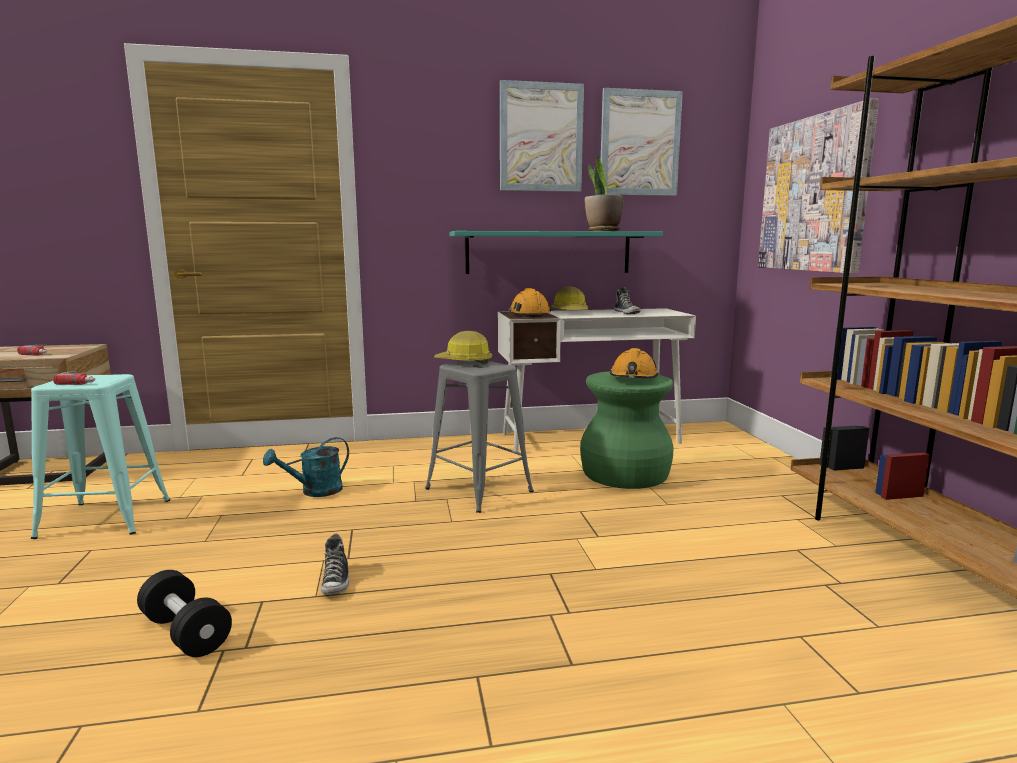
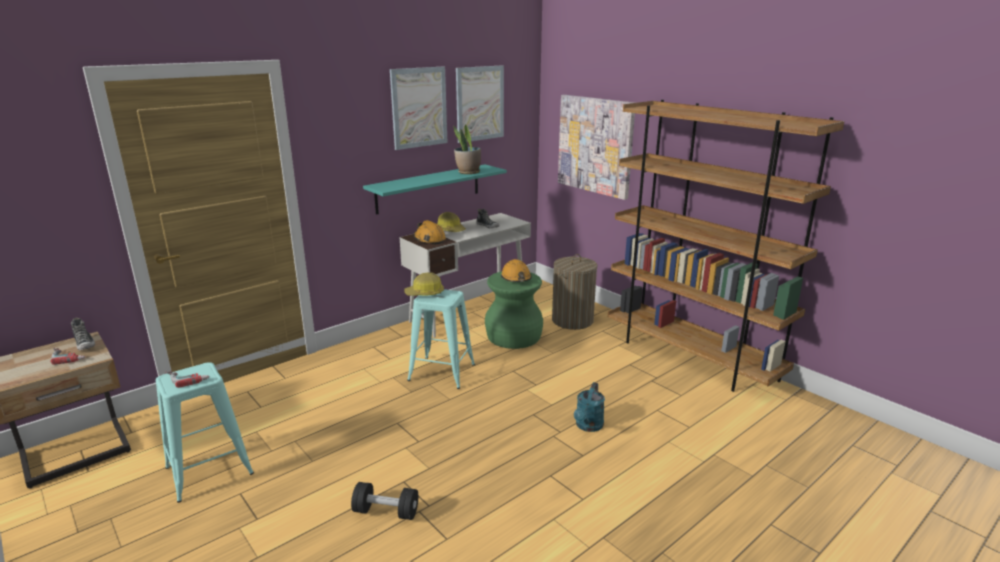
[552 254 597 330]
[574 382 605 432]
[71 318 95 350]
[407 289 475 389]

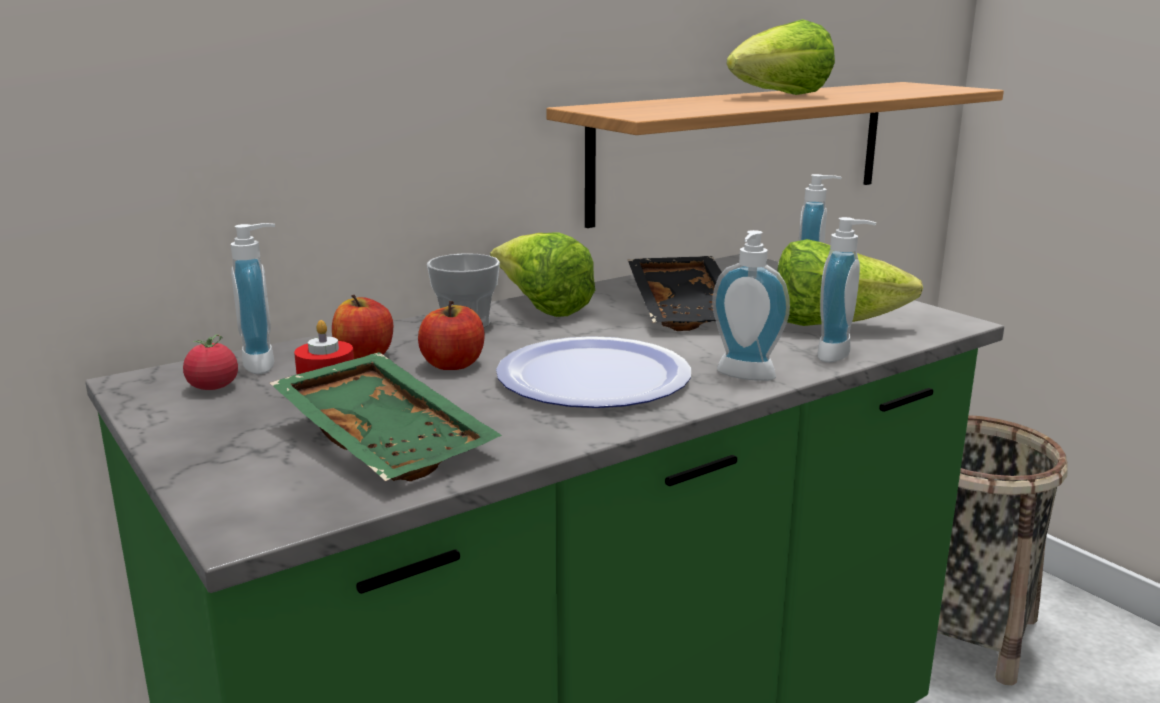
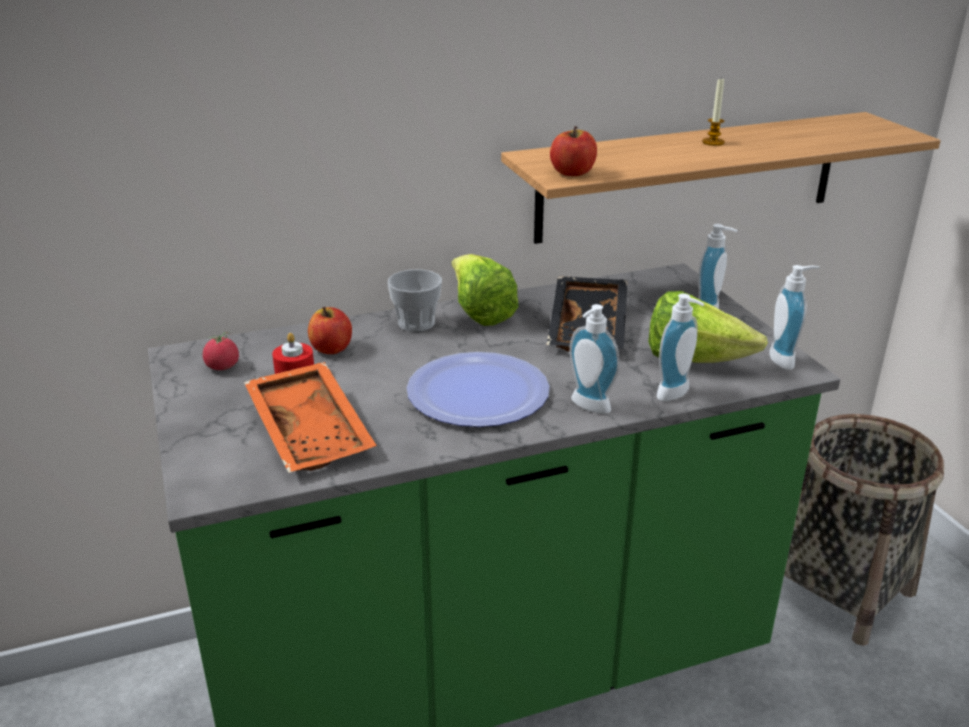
[770 265 820 370]
[550 126 597 176]
[702 79 725 146]
[244 362 377 473]

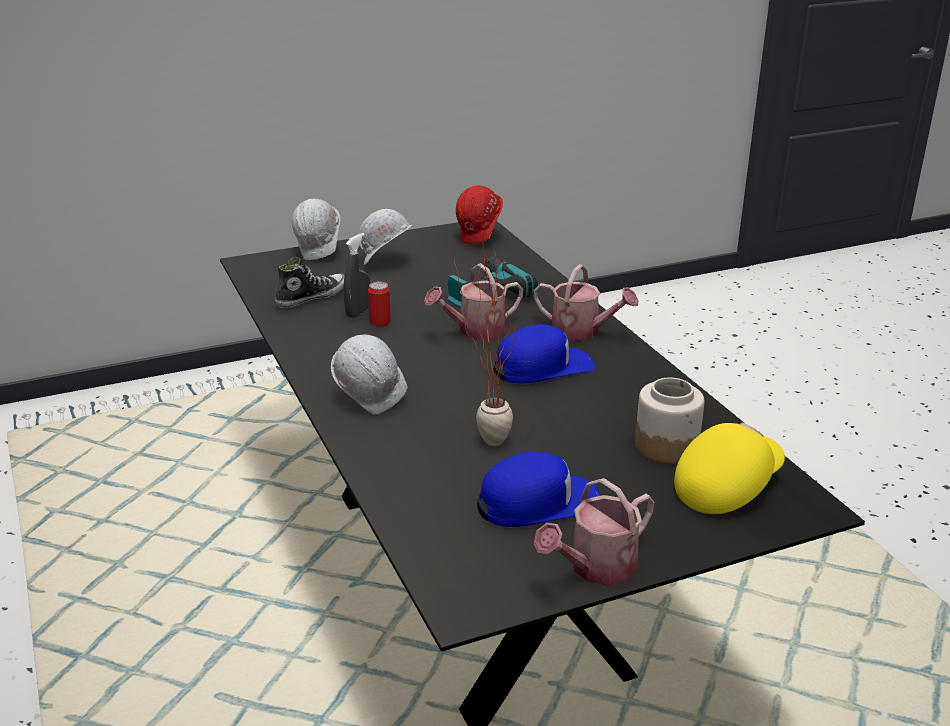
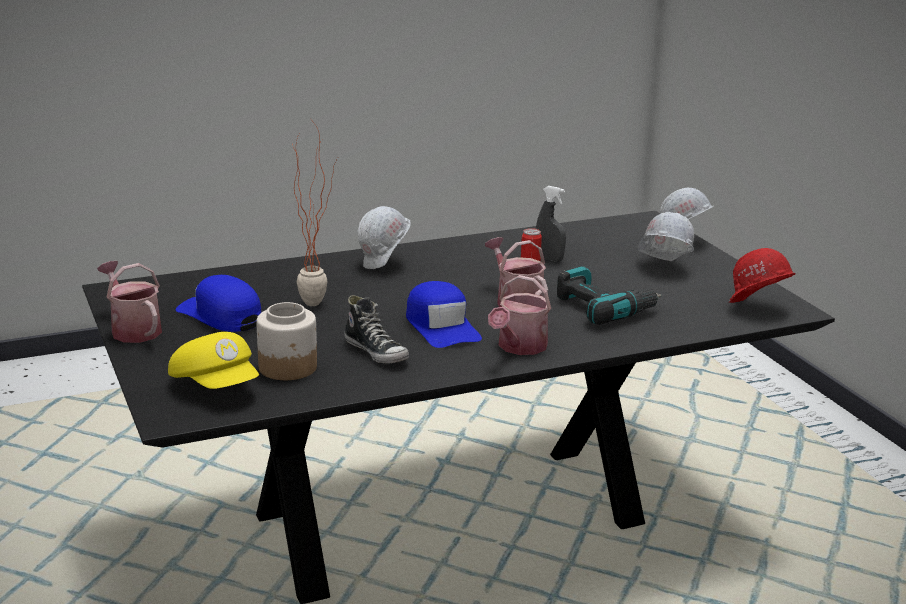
[345 295 409 363]
[175 275 261 332]

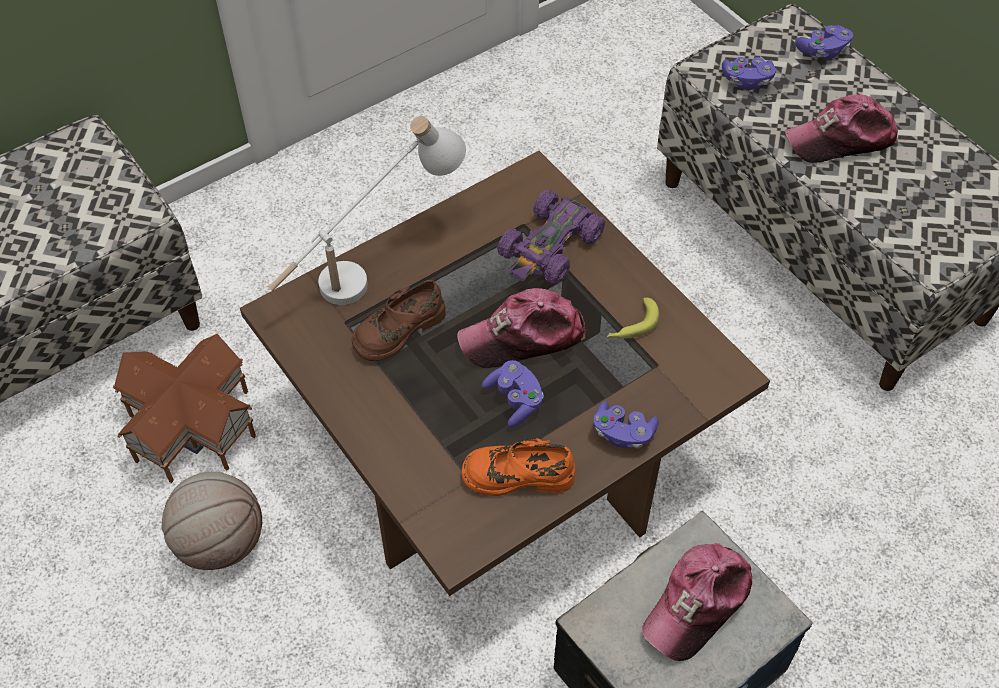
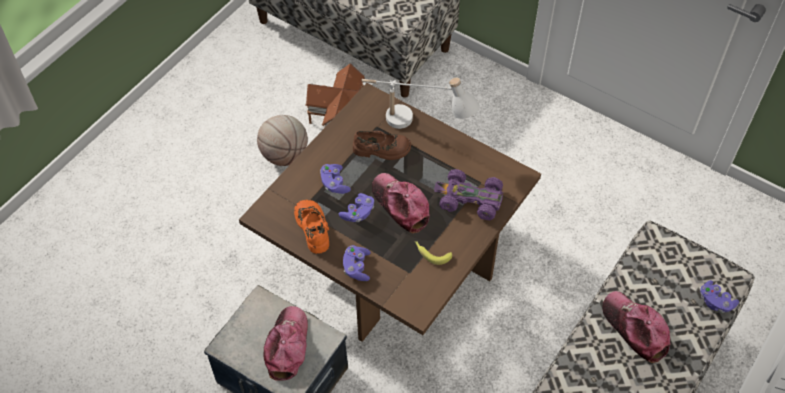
[320 164 351 194]
[353 131 411 160]
[263 306 308 381]

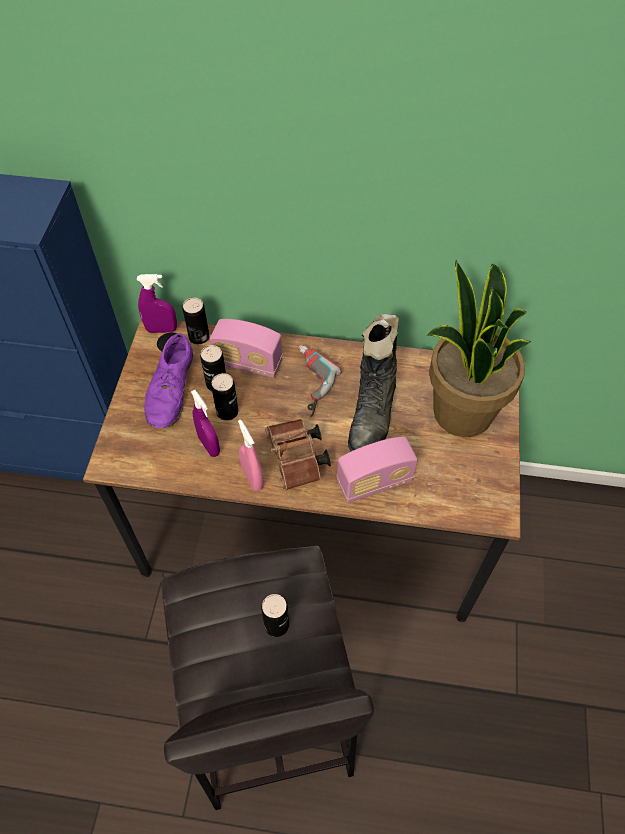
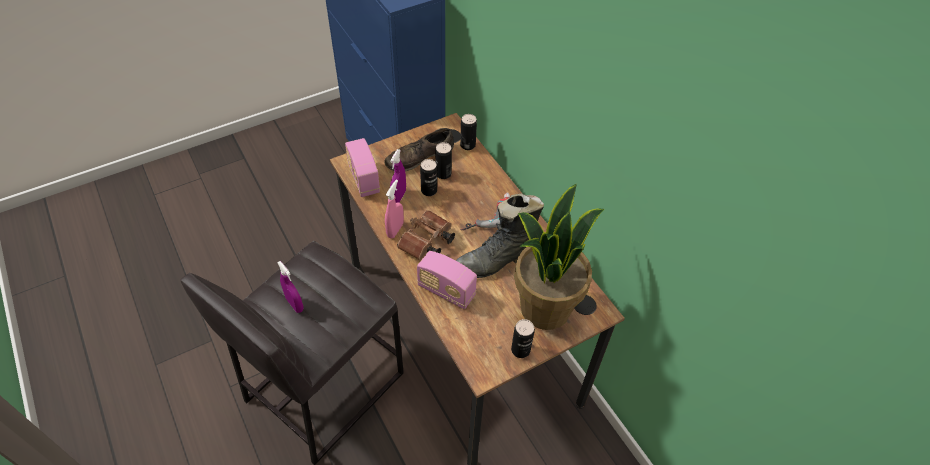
[277 261 304 313]
[345 138 380 197]
[511 319 535 358]
[384 128 454 172]

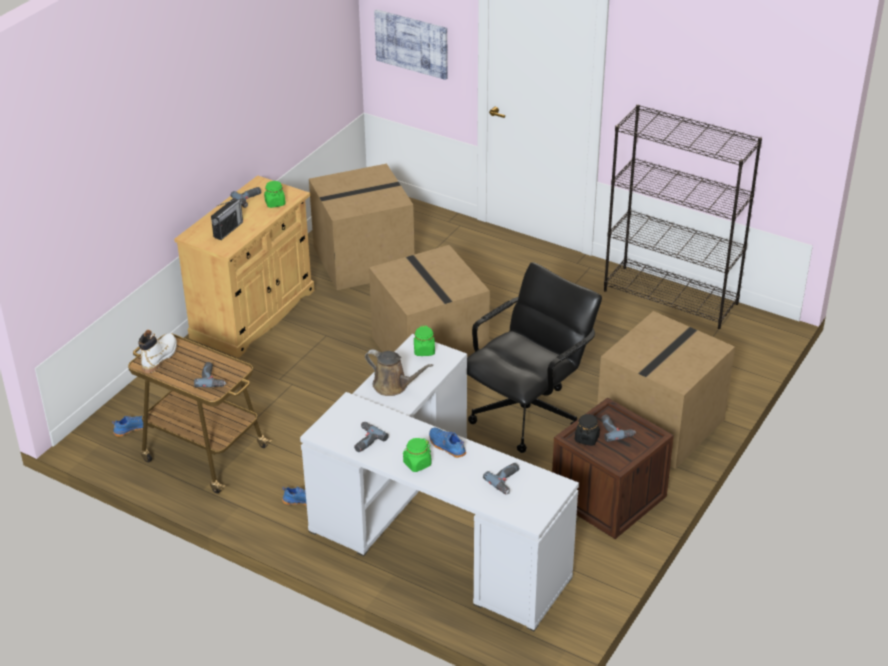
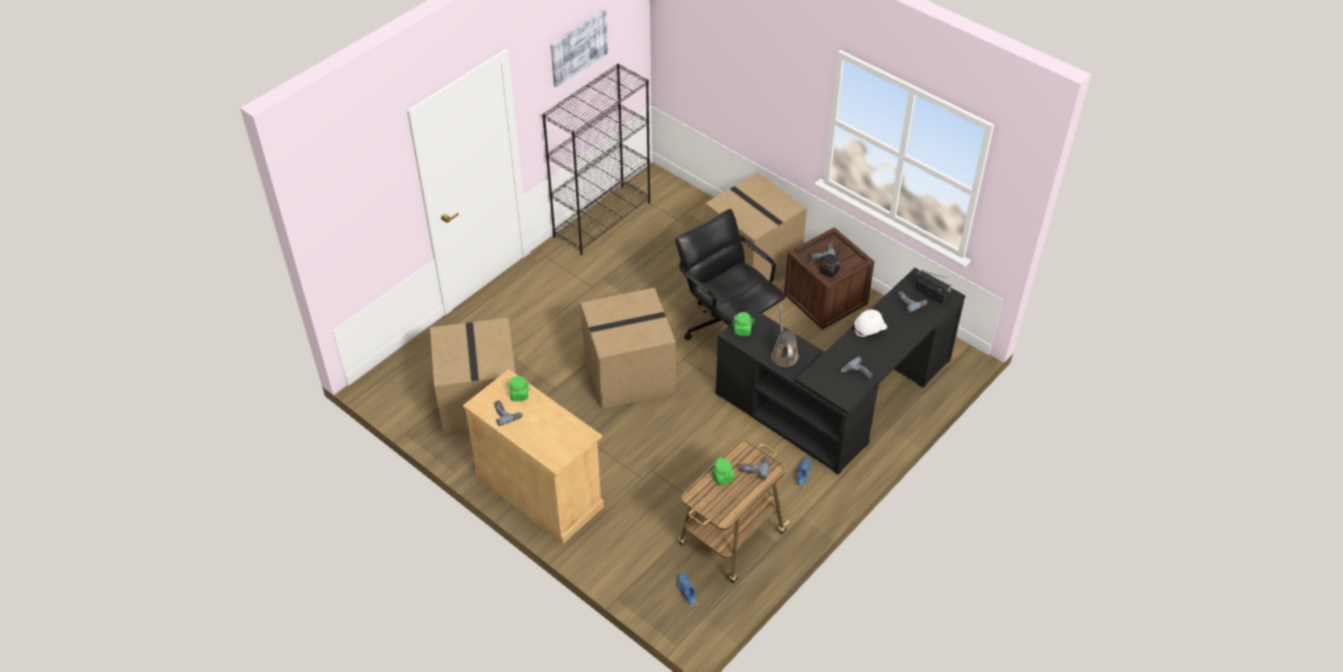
[139 330 177 373] (first image)
[916 269 952 304]
[551 10 608 87]
[712 457 734 485]
[854 309 887 337]
[716 268 965 475]
[771 304 799 367]

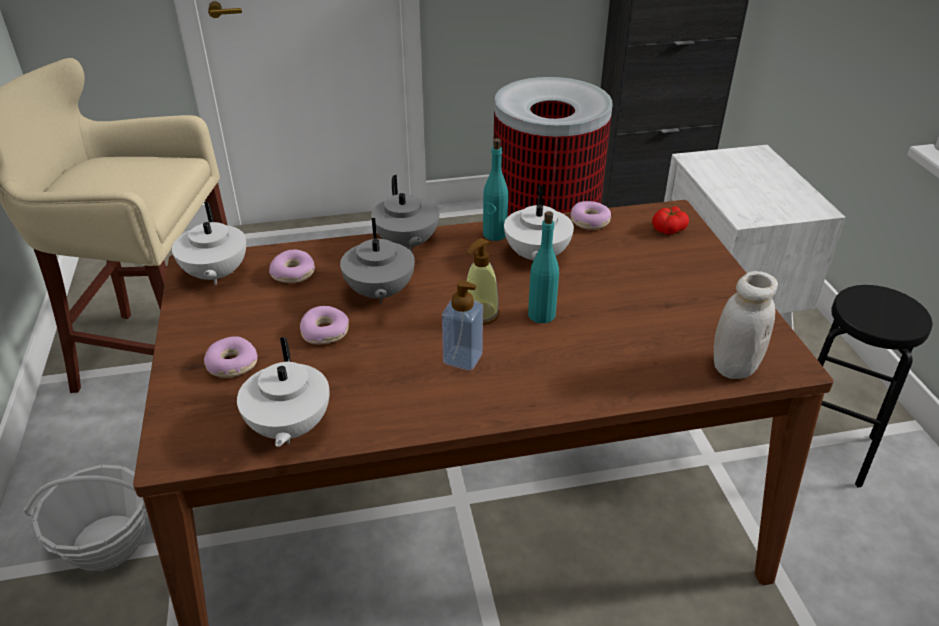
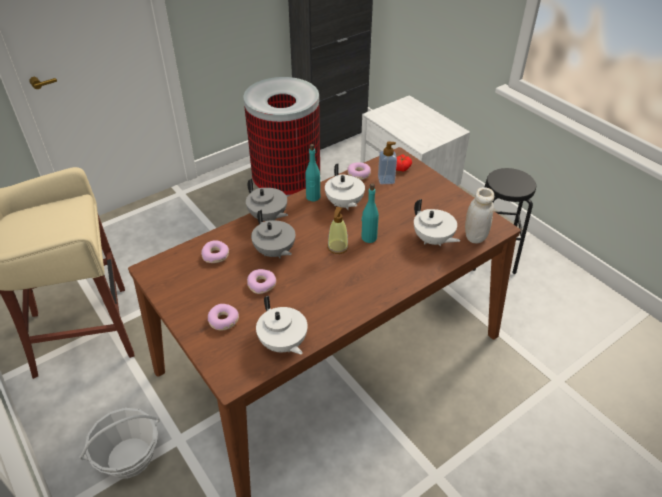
[414 199 460 246]
[378 142 397 184]

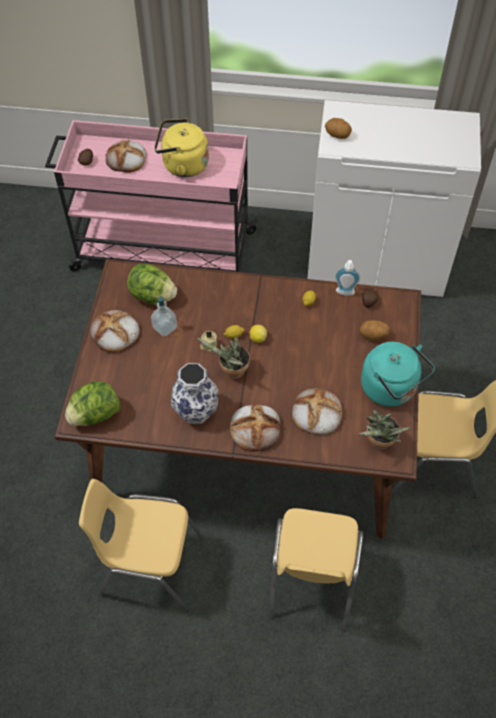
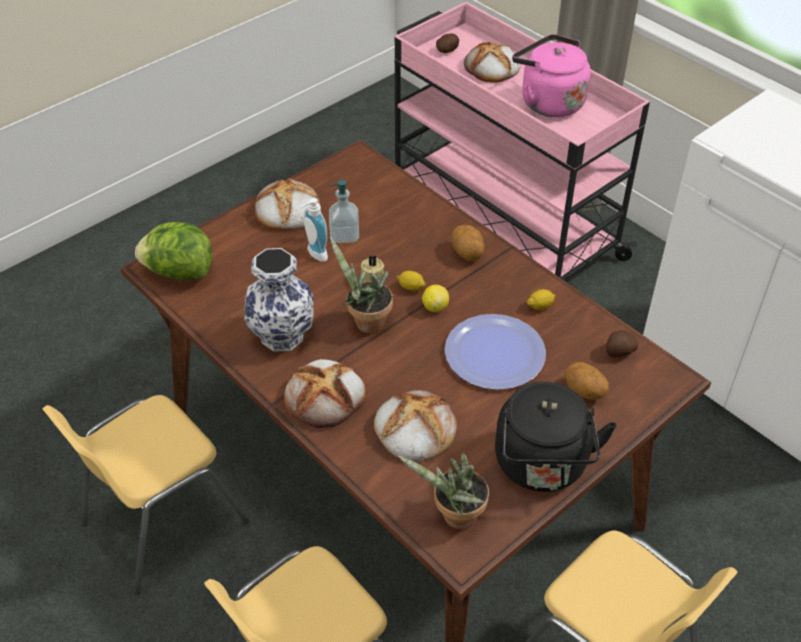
[127 264 177 304] (first image)
[445 314 546 390]
[452 225 484 261]
[301 198 328 262]
[512 34 591 117]
[495 382 617 492]
[42 395 249 595]

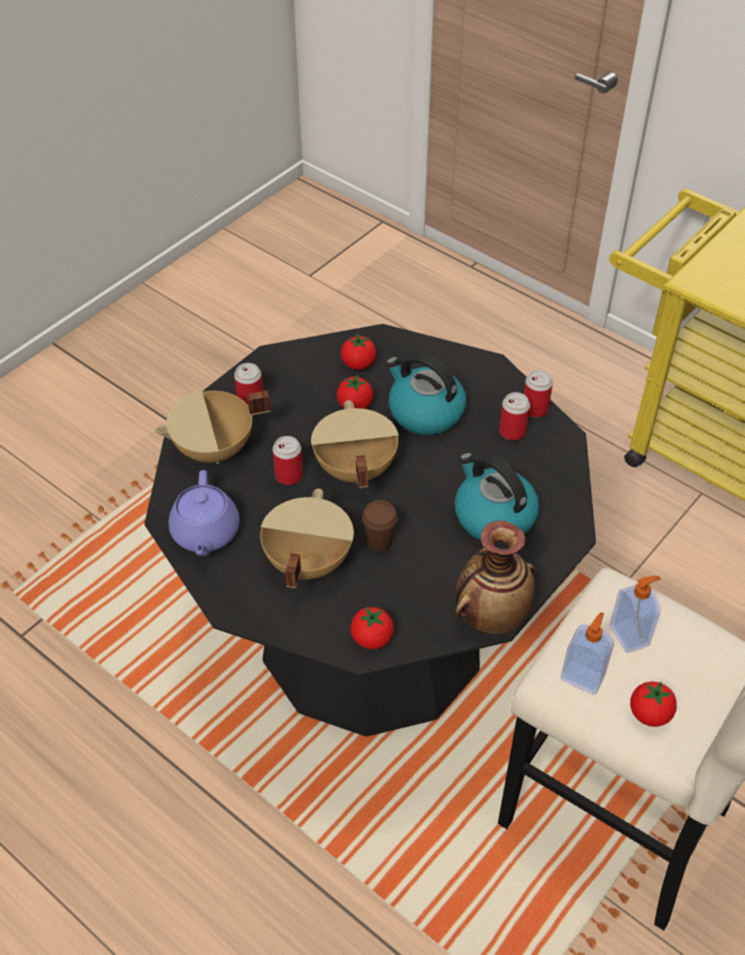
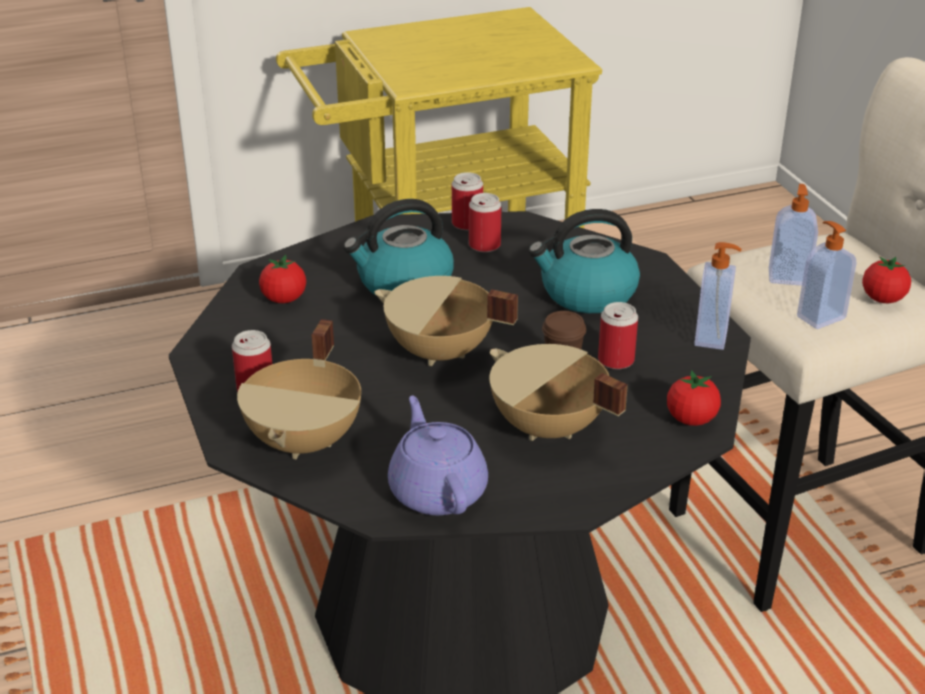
[337 374 373 409] (first image)
[598 302 638 369]
[694 242 741 350]
[388 396 488 515]

